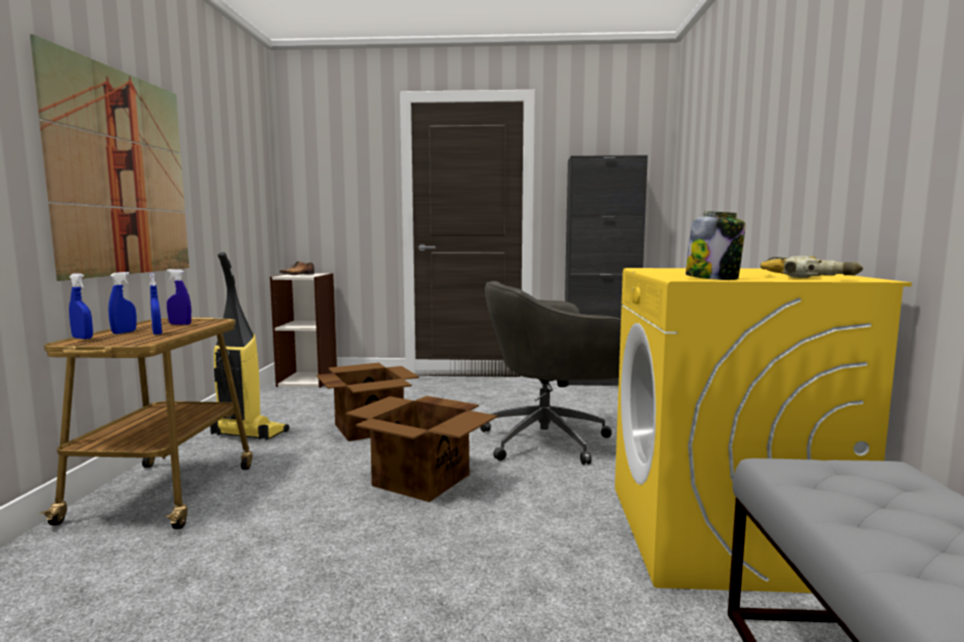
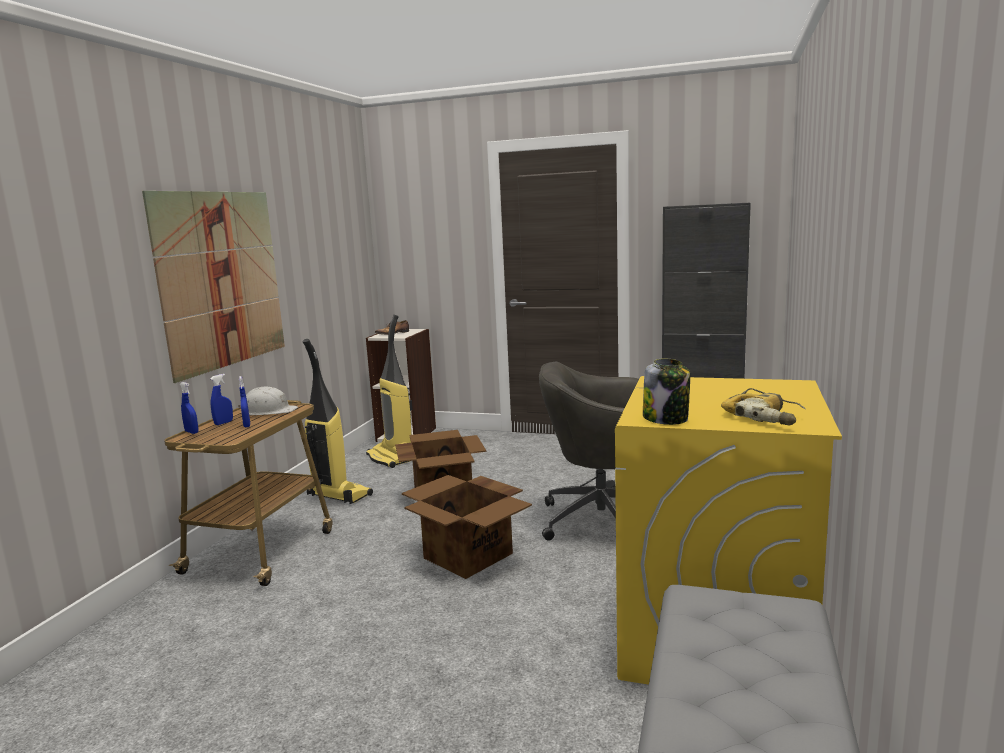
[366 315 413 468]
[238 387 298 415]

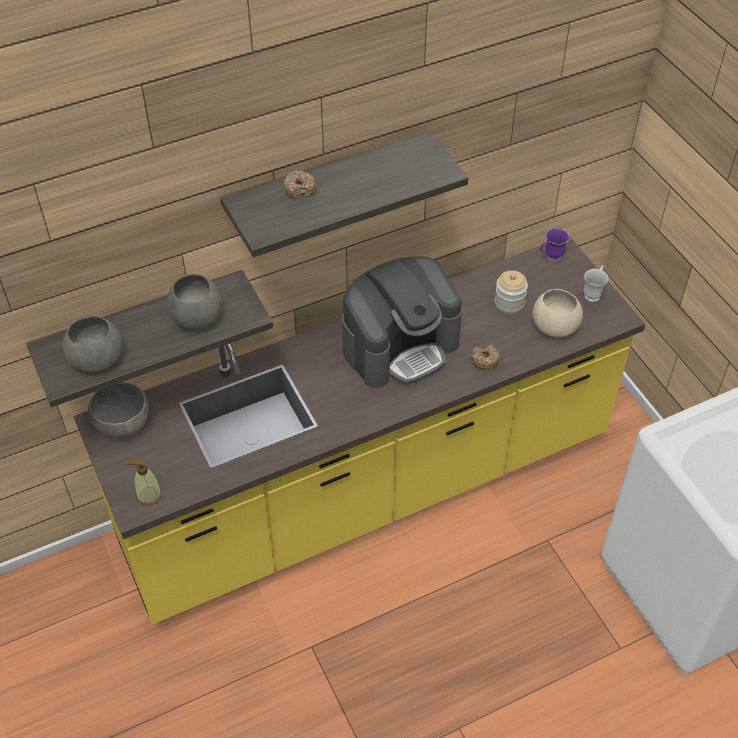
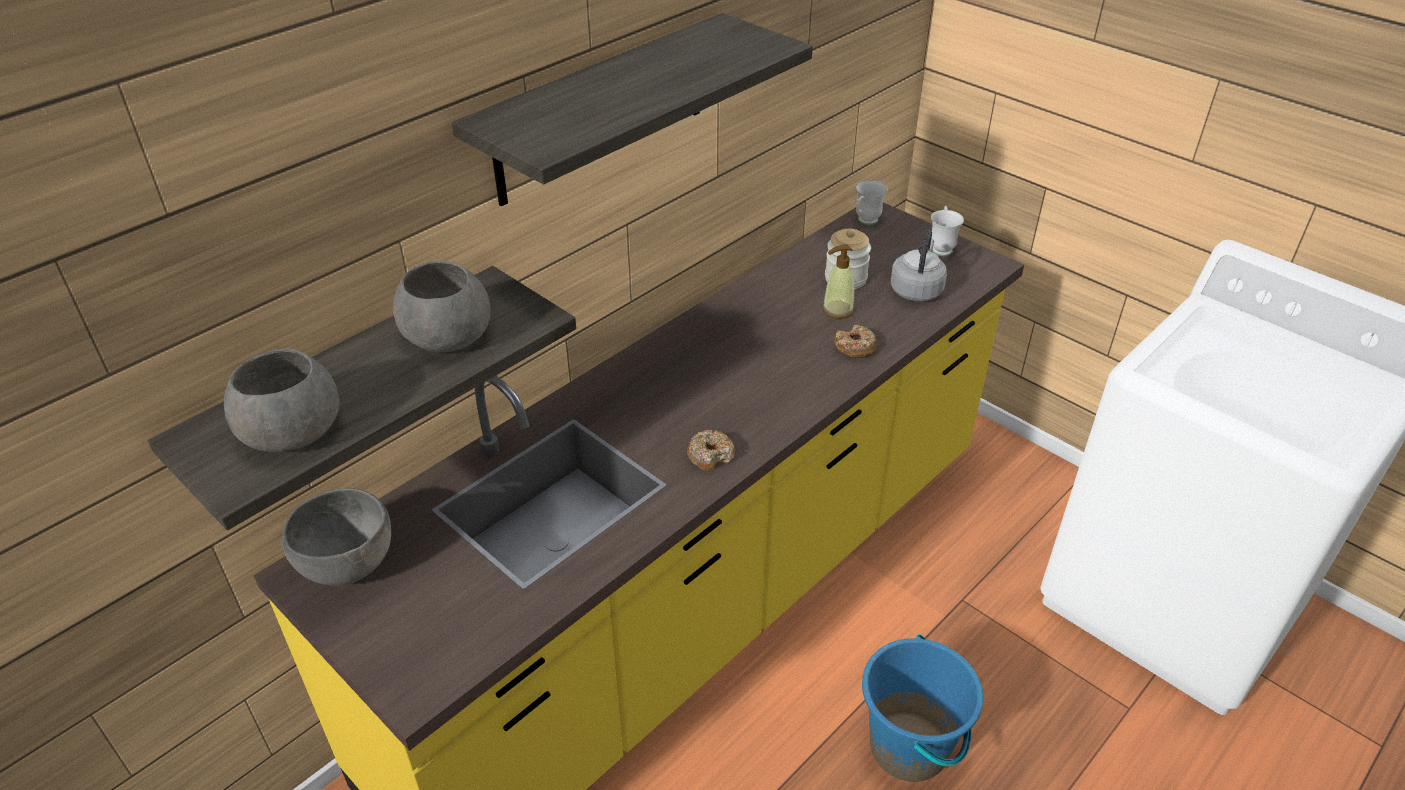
[342 256 462 388] (first image)
[862 634 983 782]
[822 244 854 319]
[687 430 735 471]
[891 230 947 301]
[856 180 888 225]

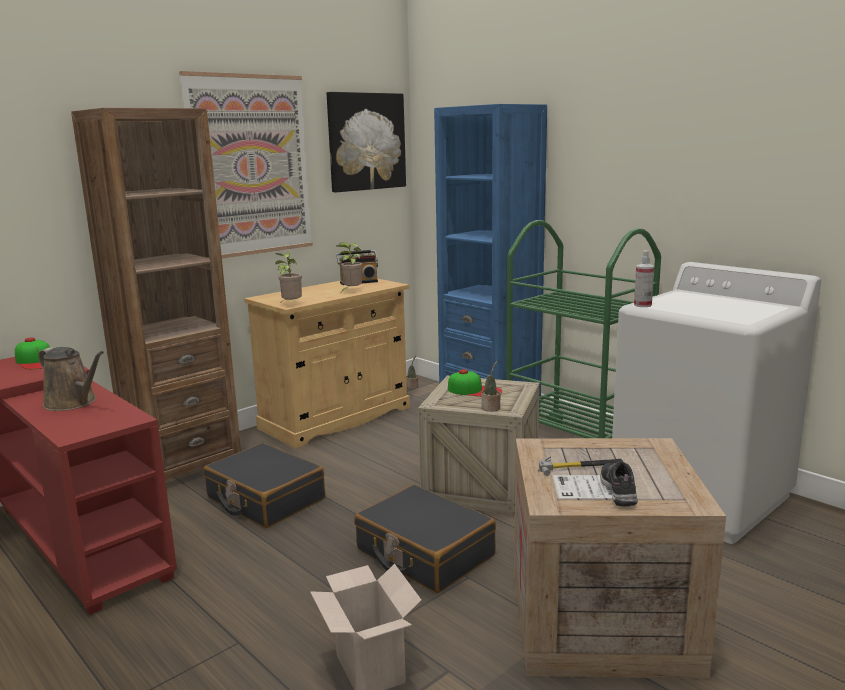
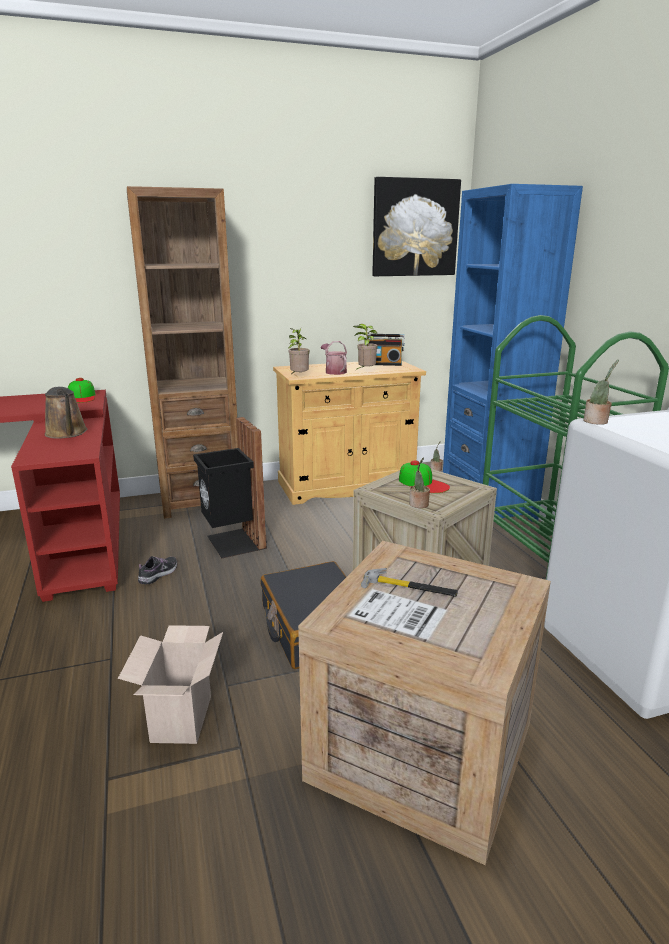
[179 71 313 259] (first image)
[321 341 347 375]
[138 556 177 584]
[193 417 267 558]
[583 360 619 425]

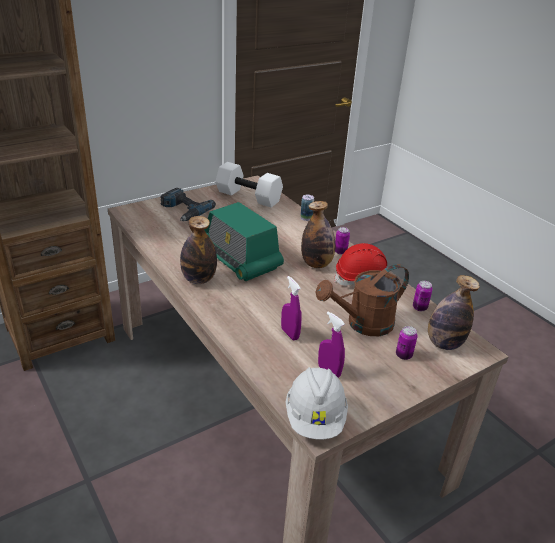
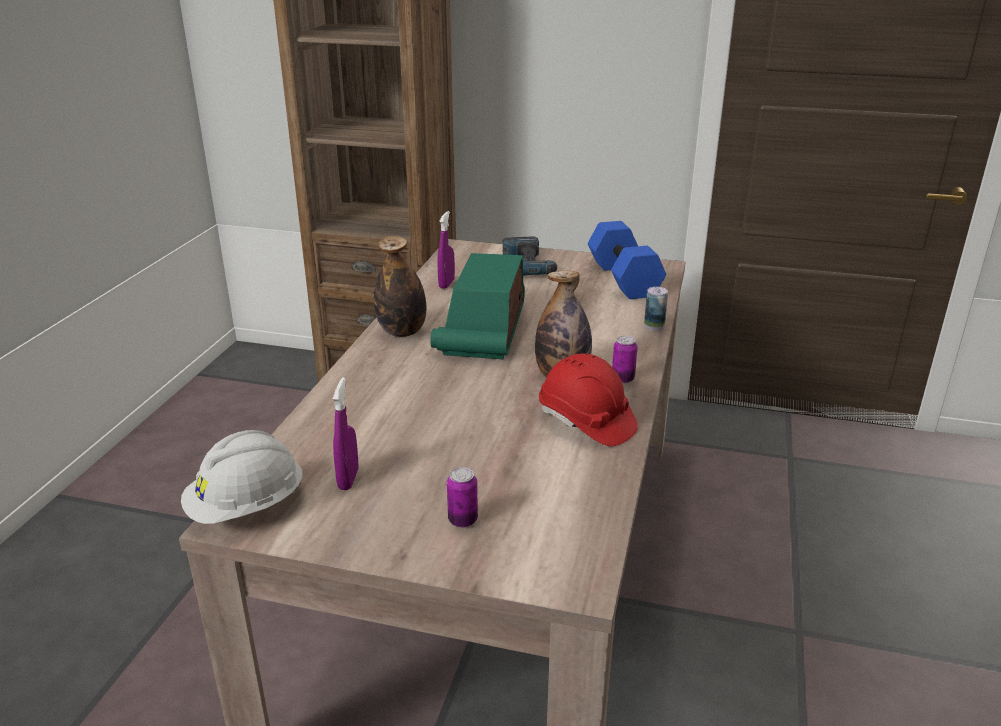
[316 264 409 336] (first image)
[413 281 433 311] (first image)
[428 275 480 350] (first image)
[437 211 455 289]
[588 221 666 299]

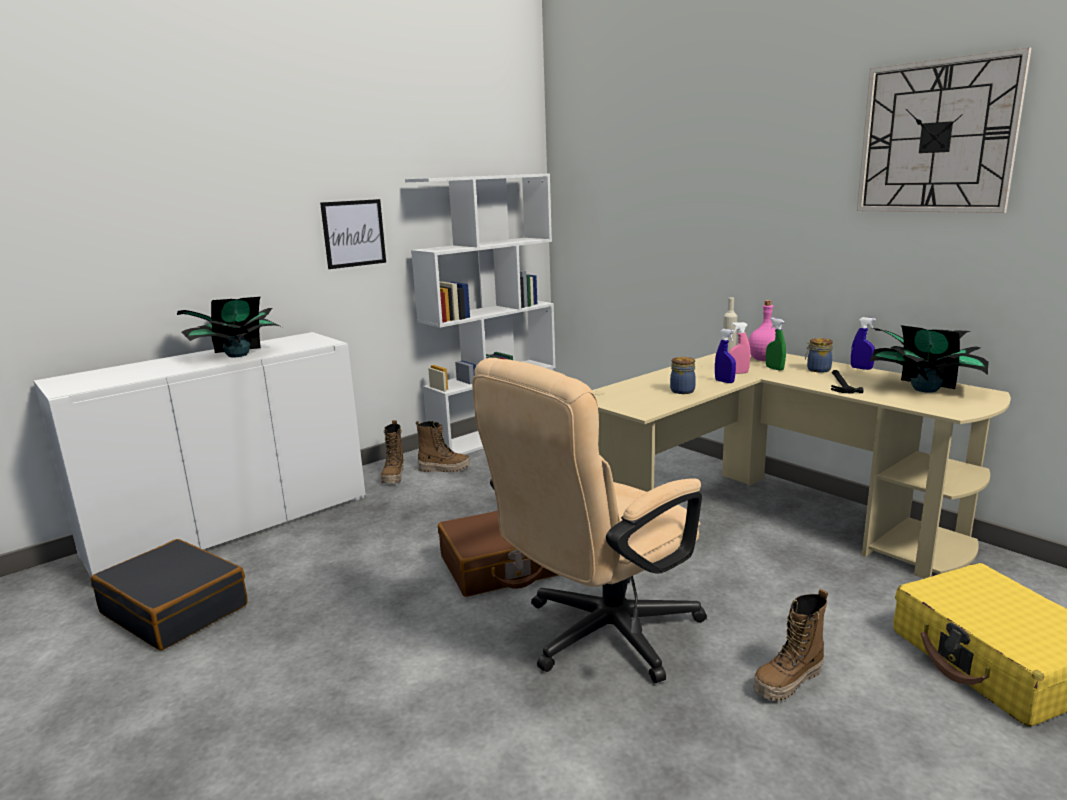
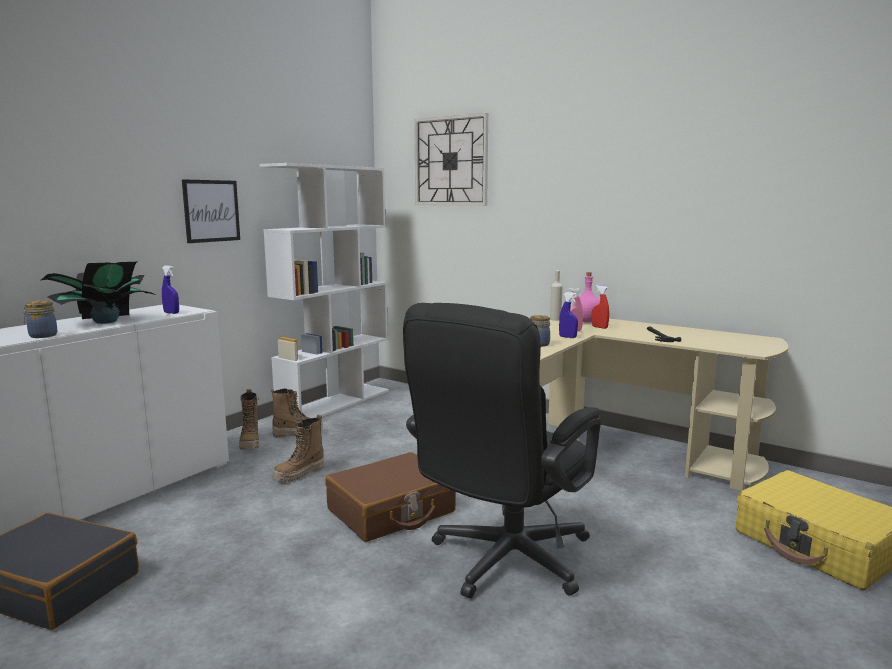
[869 325 988 393] (first image)
[274 414 324 482]
[23 301 57 338]
[162 265 179 314]
[414 113 488 206]
[403 303 601 598]
[592 285 609 329]

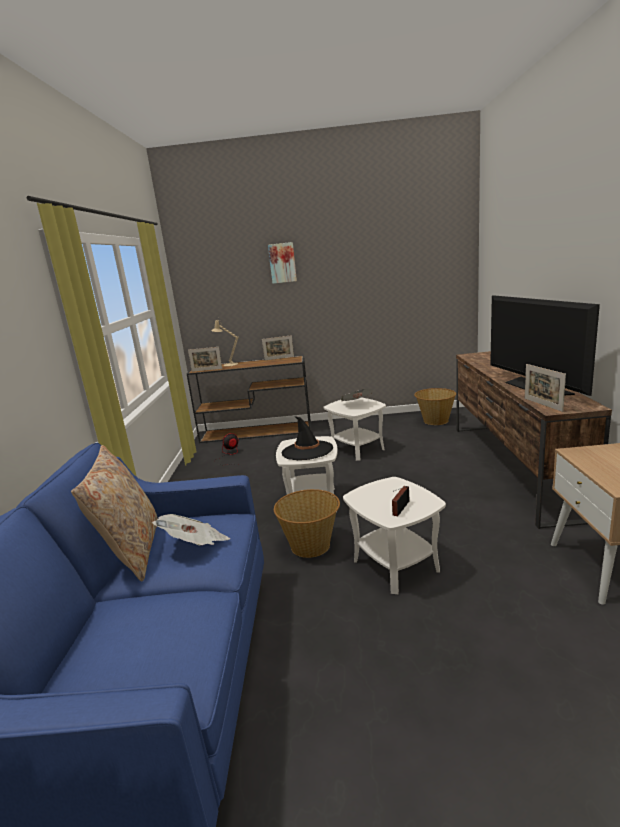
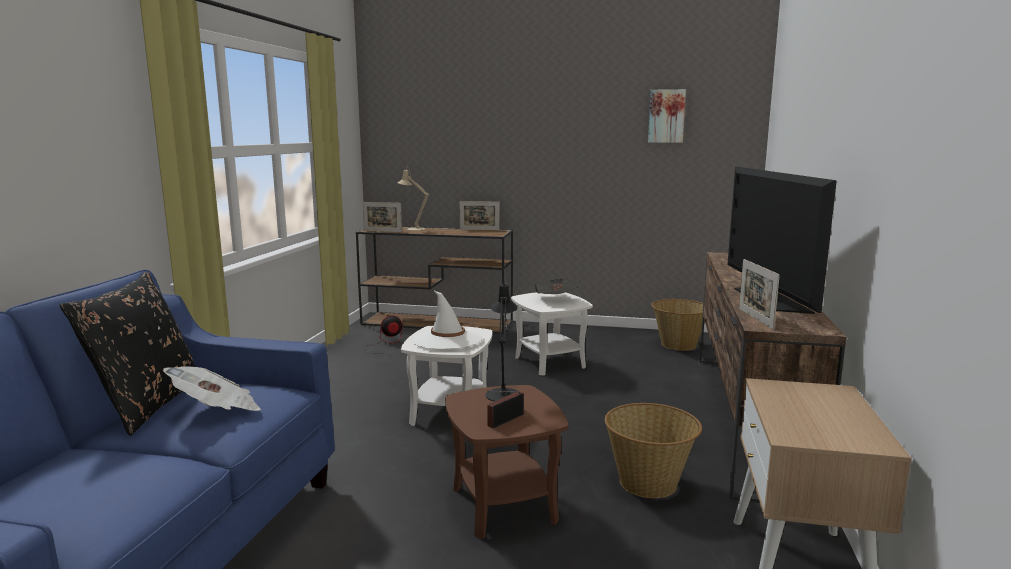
[486 280 519 401]
[648 89 686 143]
[605 403 702 498]
[60 272 195 435]
[413 290 483 350]
[445 385 569 539]

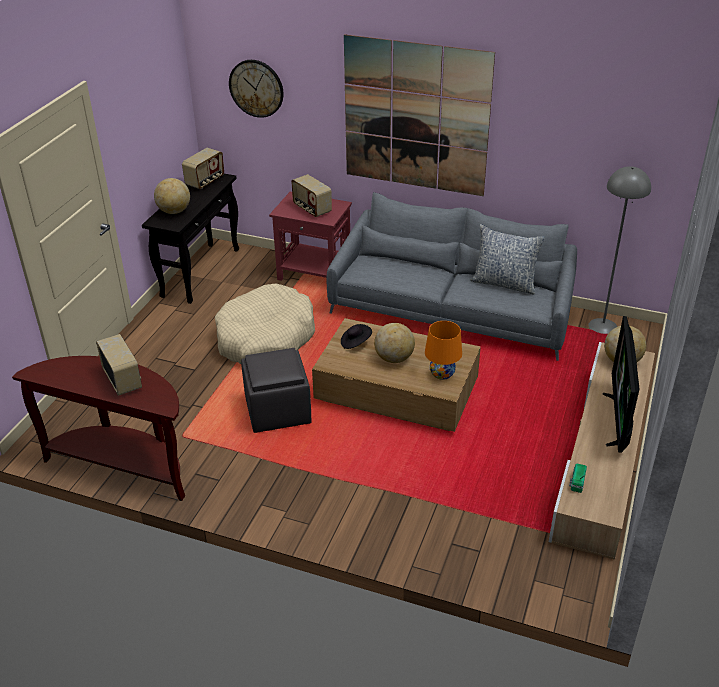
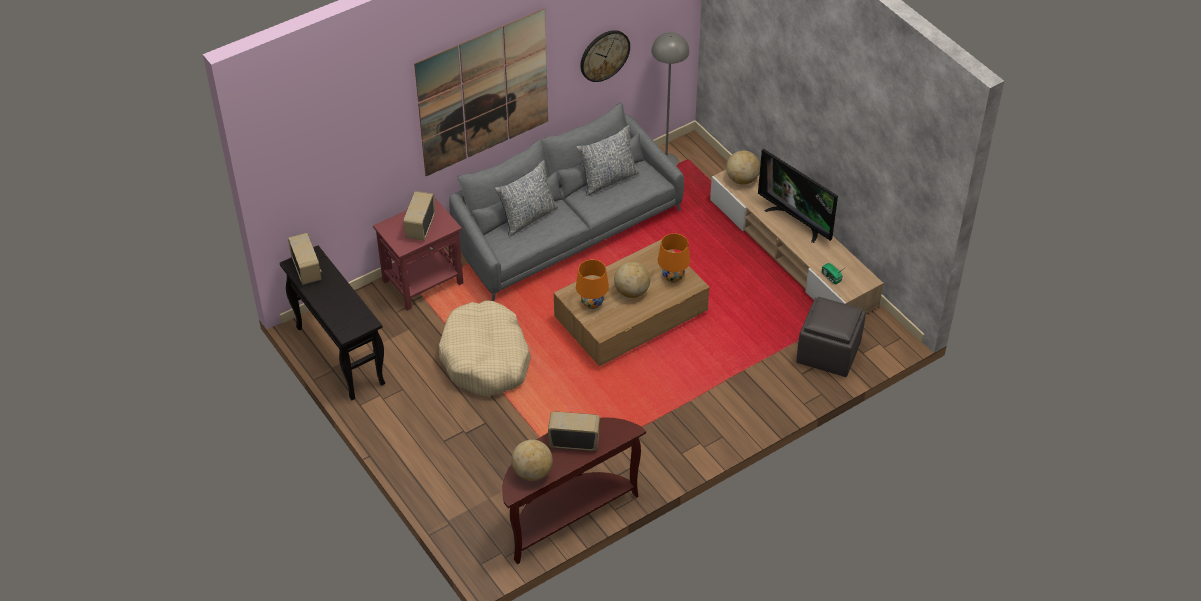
[495 160 558 236]
[511 440 553 481]
[580 30 630 82]
[796 296 866 377]
[576 260 609 309]
[403 191 435 241]

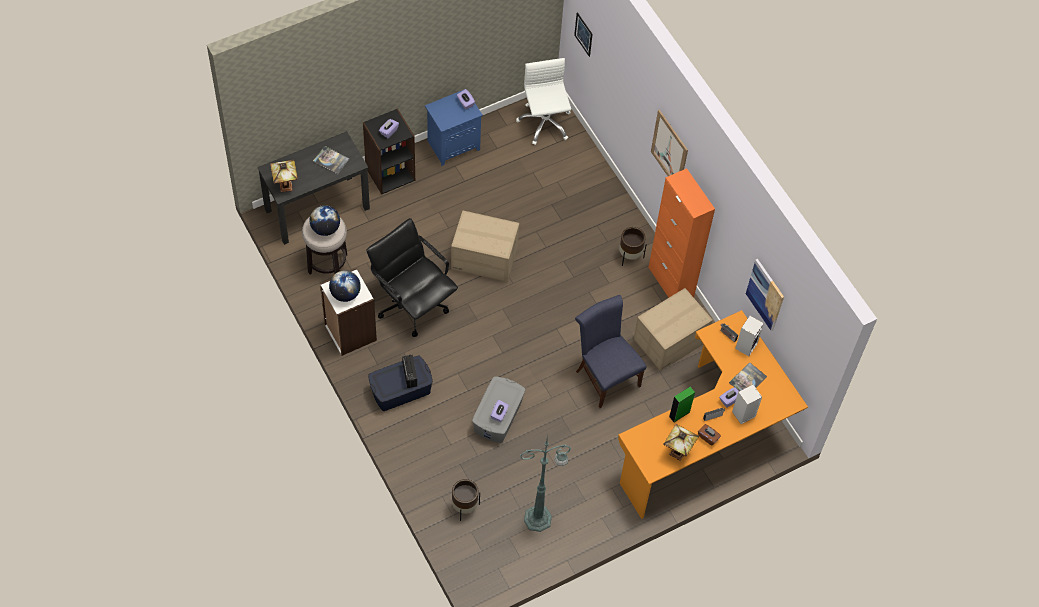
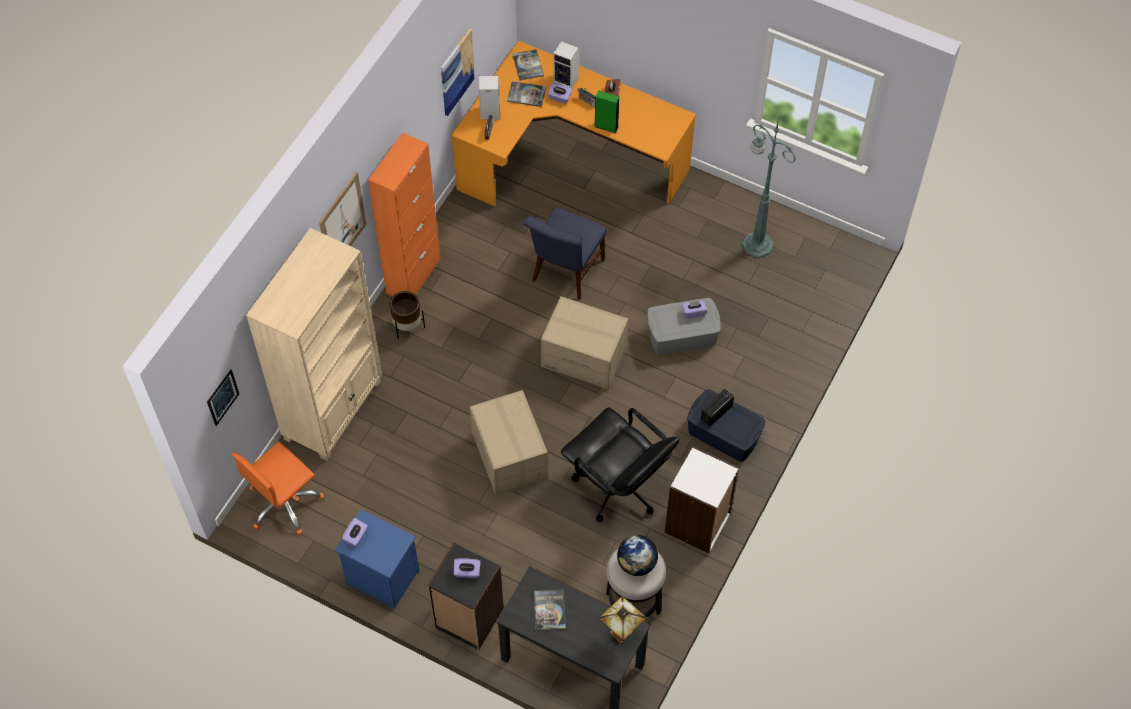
[329 270 361 302] (first image)
[452 479 480 521] (first image)
[663 424 699 461] (first image)
[246 228 382 461]
[513 49 544 80]
[541 296 628 389]
[232 442 324 535]
[561 407 680 522]

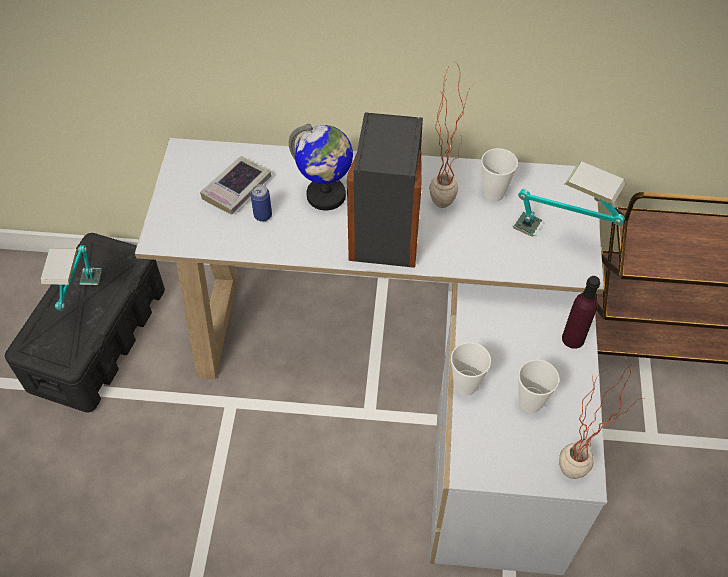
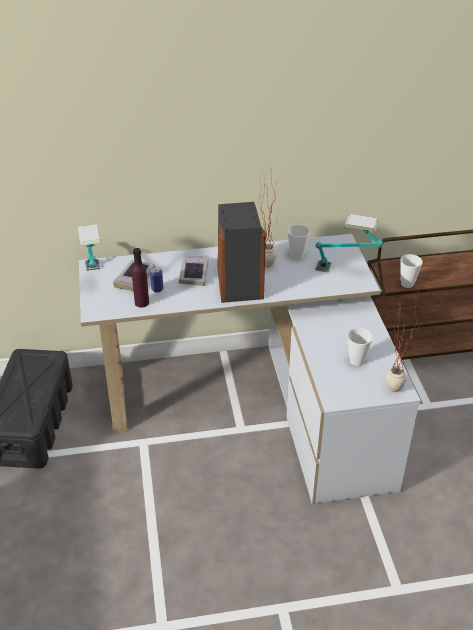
[77 224 100 271]
[400 254 423 288]
[132 248 149 308]
[179 255 209 286]

